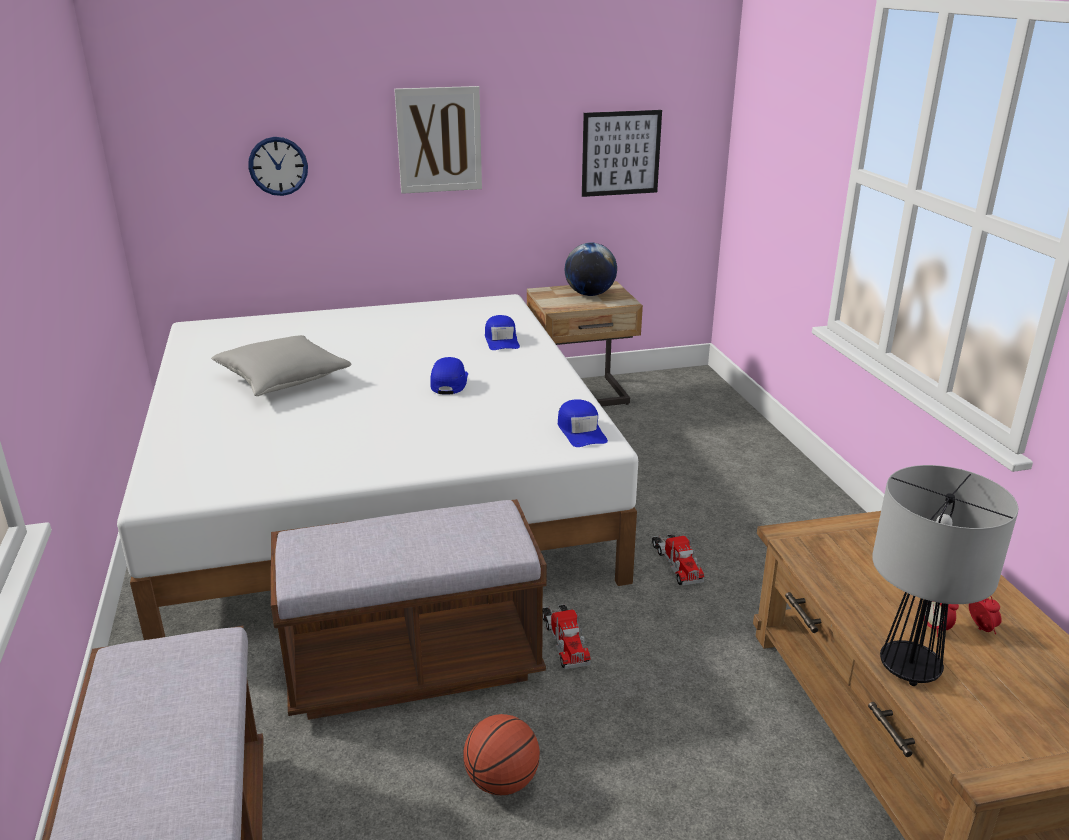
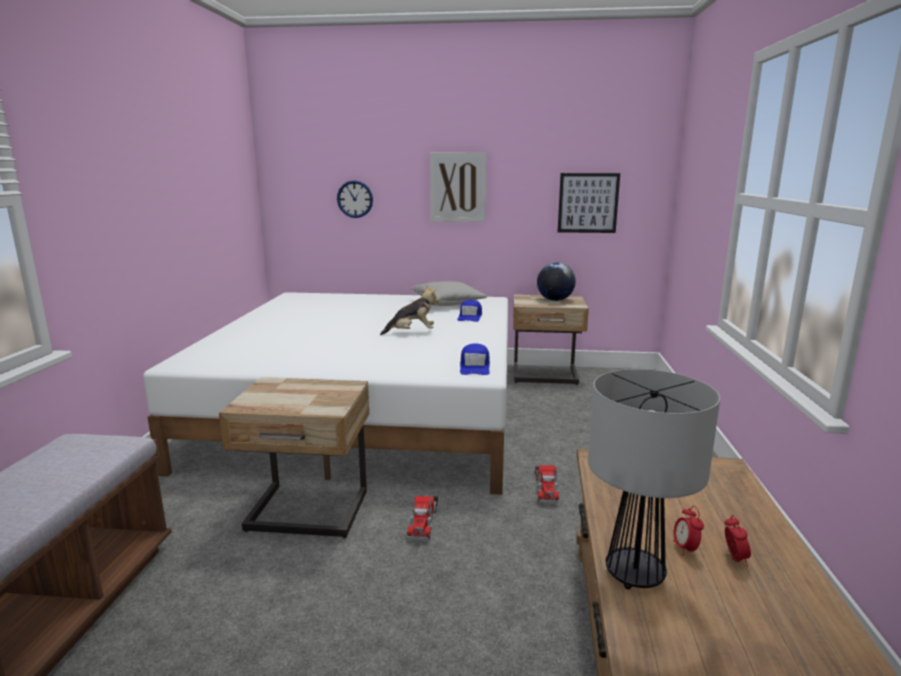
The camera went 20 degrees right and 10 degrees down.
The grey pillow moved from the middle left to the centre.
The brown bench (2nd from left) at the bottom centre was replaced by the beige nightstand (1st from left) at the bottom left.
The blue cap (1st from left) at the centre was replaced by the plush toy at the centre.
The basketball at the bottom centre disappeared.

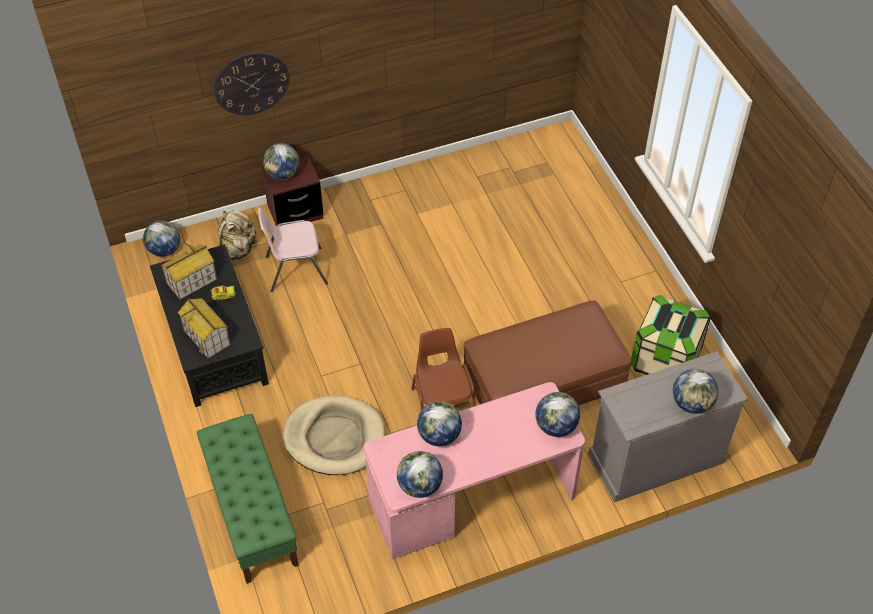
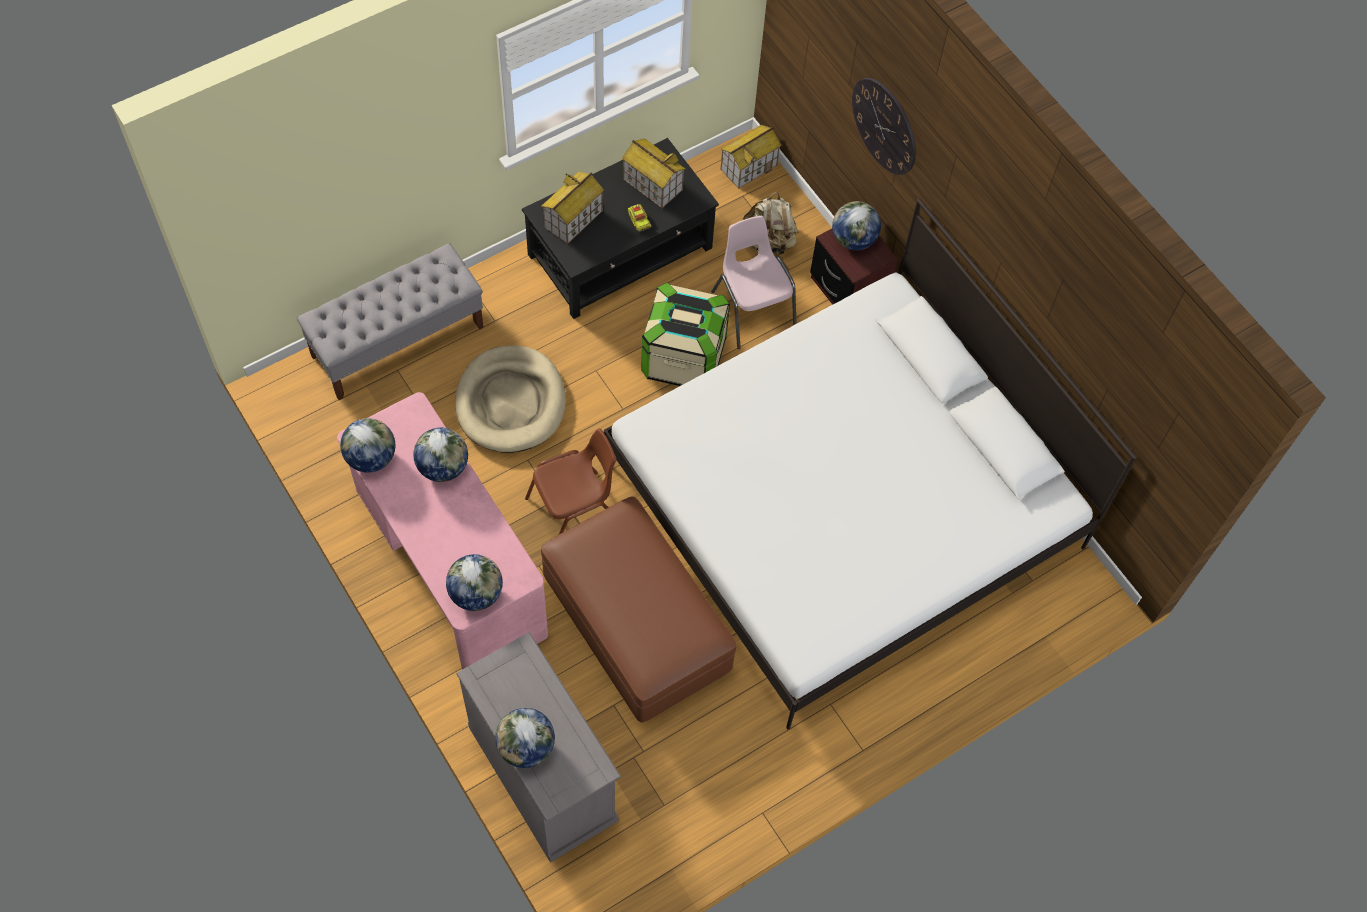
The camera went 75 degrees right and 10 degrees up.
The globe (1st from left) at the middle left was replaced by the toy house (3rd from left) at the top centre.
The green bench at the bottom left became the grey bench at the middle left.
The storage box moved from the middle right to the centre.
The white bed at the centre appeared.

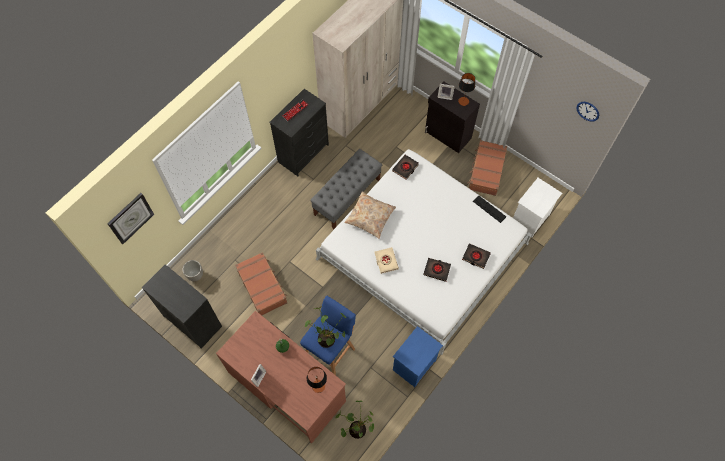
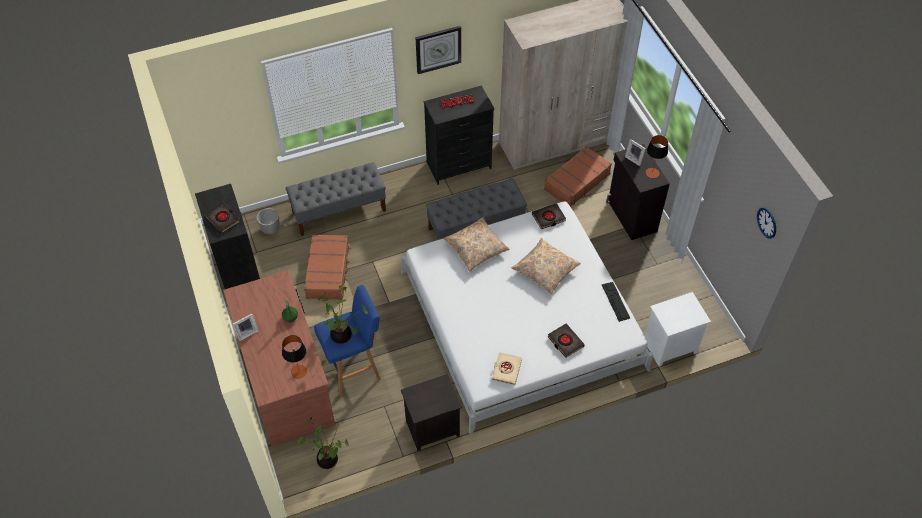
The camera went 30 degrees right and 10 degrees down.
The wall clock (1st from left) moved from the middle left to the top centre.
The beige book moved from the centre to the bottom centre.
The blue nightstand at the bottom centre became the black nightstand at the bottom centre.
The black book (2nd from left in the first image) moved from the centre to the middle left.
The brown suitcase (2nd from left) moved from the middle right to the centre.
The grey bench (1st from left) at the centre appeared.
The beige pillow (2nd from left) at the centre appeared.

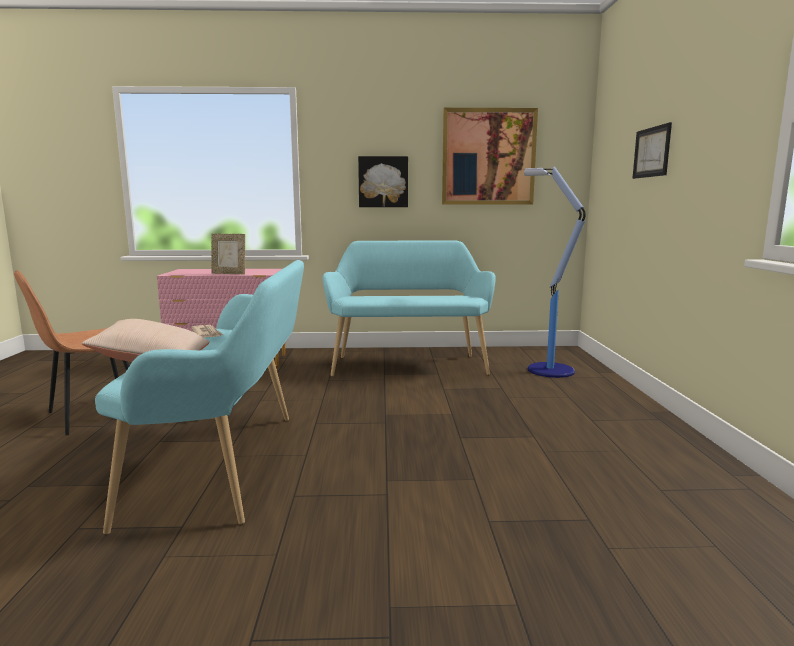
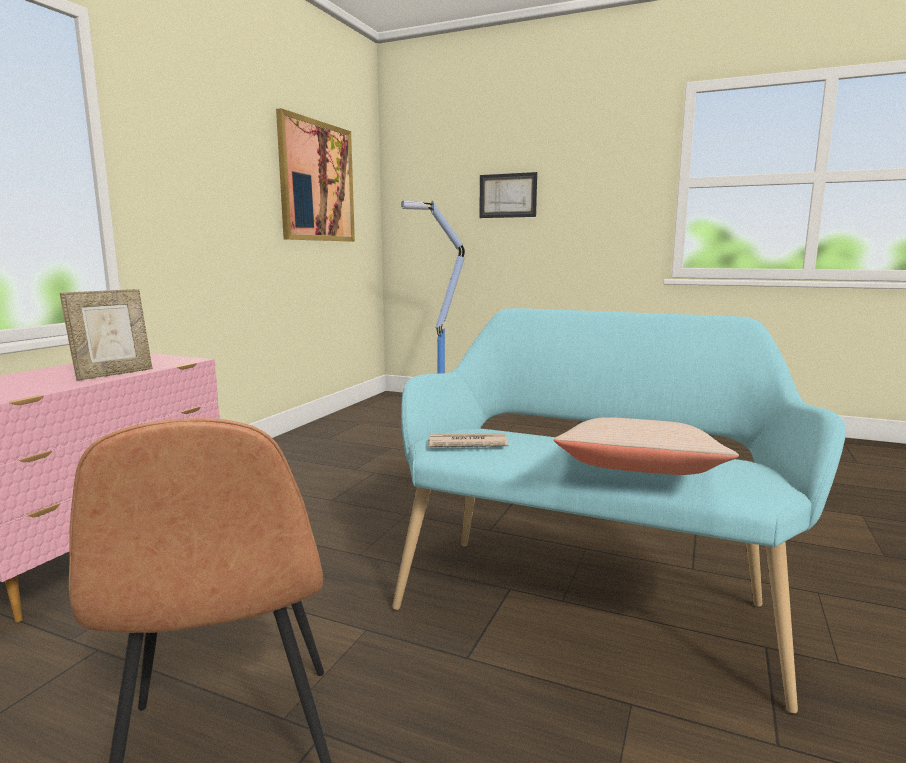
The camera went 65 degrees left and 0 degrees up.
The turquoise bench (2nd from left) at the centre disappeared.
The picture (1st from left) at the top centre disappeared.

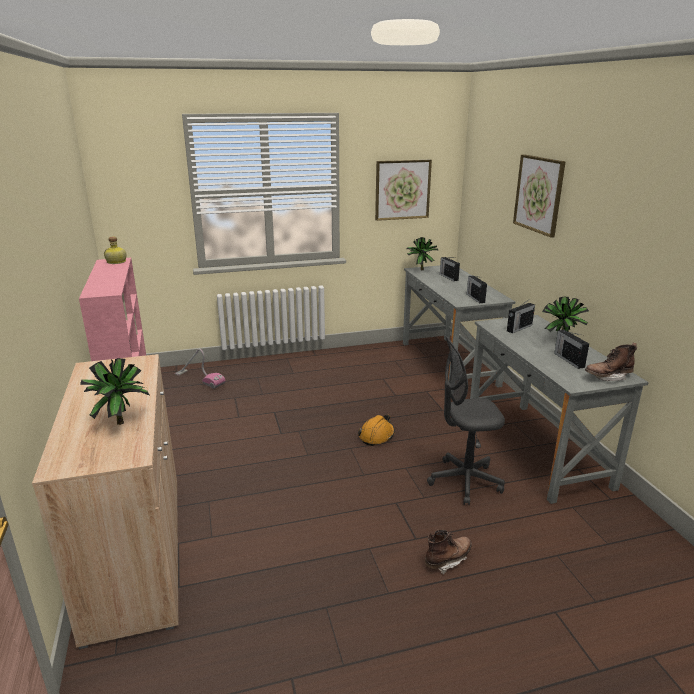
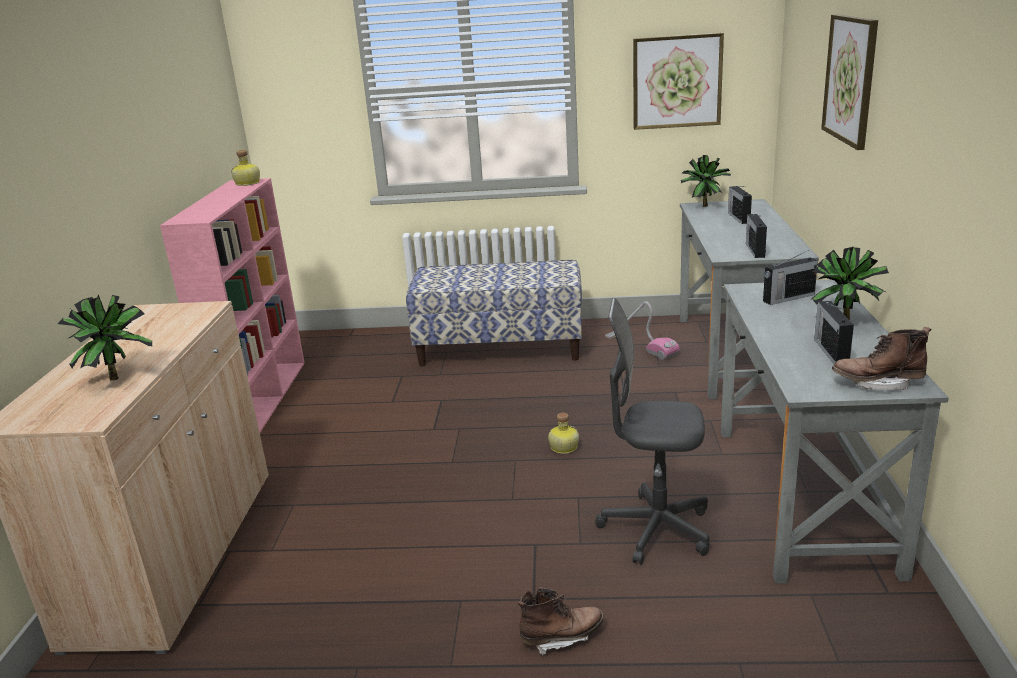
The camera went 20 degrees right and 0 degrees up.
The vacuum cleaner moved from the middle left to the centre.
The orange hard hat at the centre was replaced by the bottle (2nd from left) at the centre.
The bench at the centre appeared.

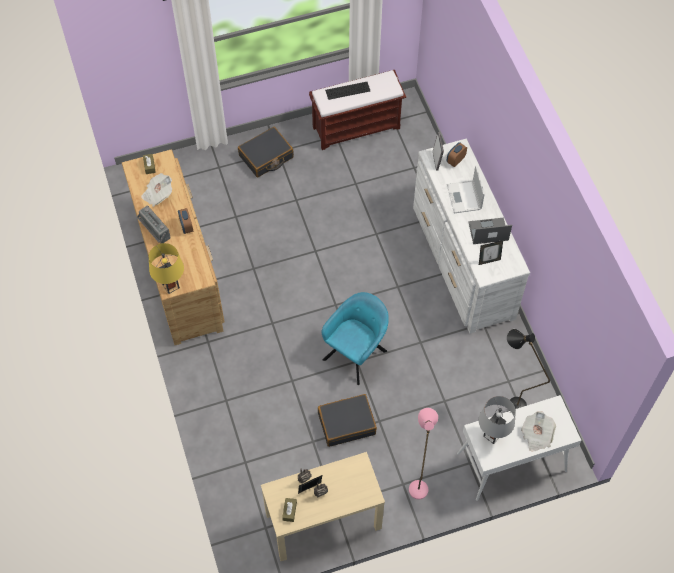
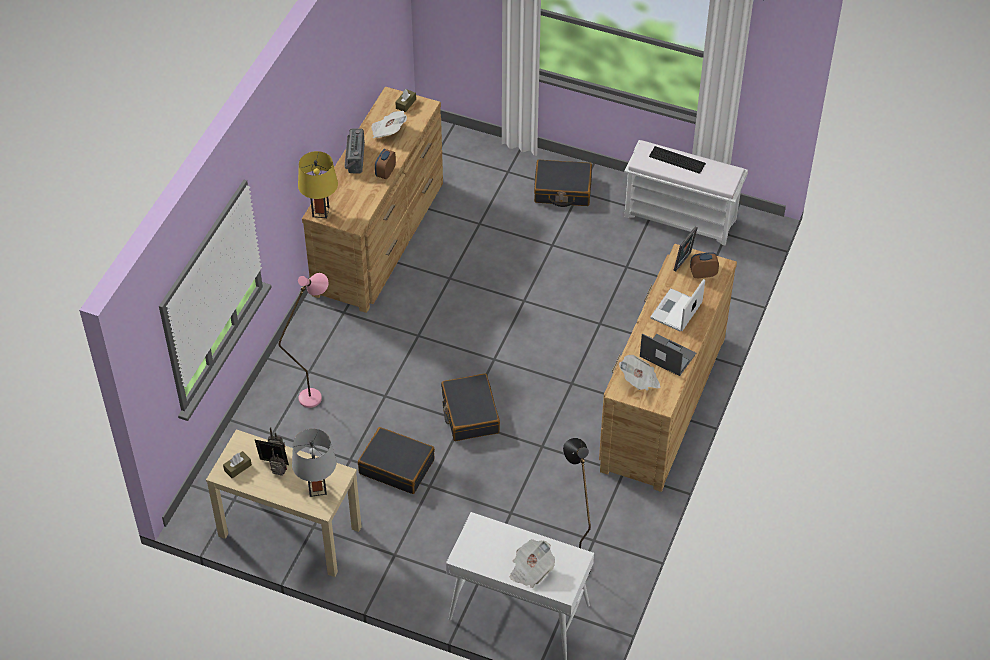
The camera went 40 degrees right and 10 degrees down.
The brown bench at the top centre became the white bench at the top right.
The turquoise armchair at the centre was replaced by the black suitcase (2nd from left) at the centre.
The pink floor lamp moved from the bottom centre to the middle left.
The white dresser at the middle right became the brown dresser (2nd from left) at the middle right.
The picture frame (3rd from left) at the middle right was replaced by the newspaper (3rd from left) at the centre.
The grey table lamp moved from the bottom right to the bottom left.

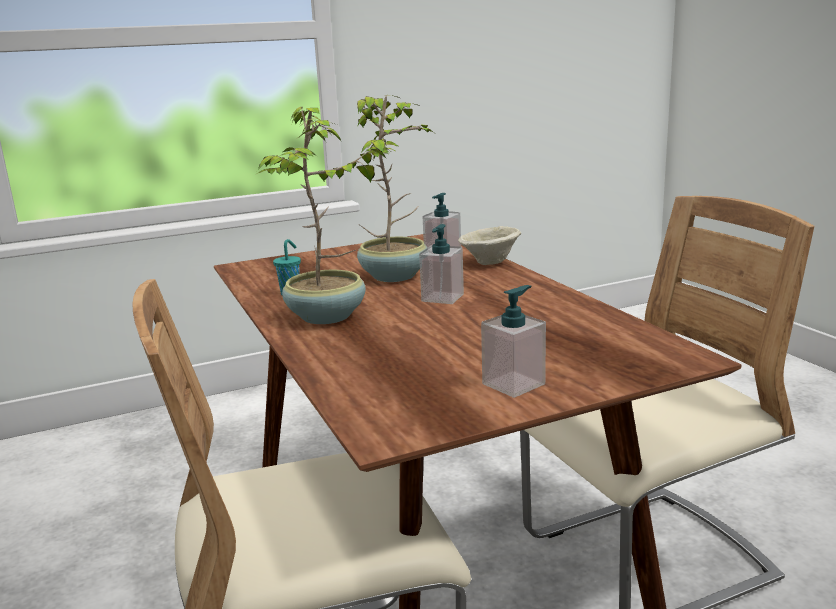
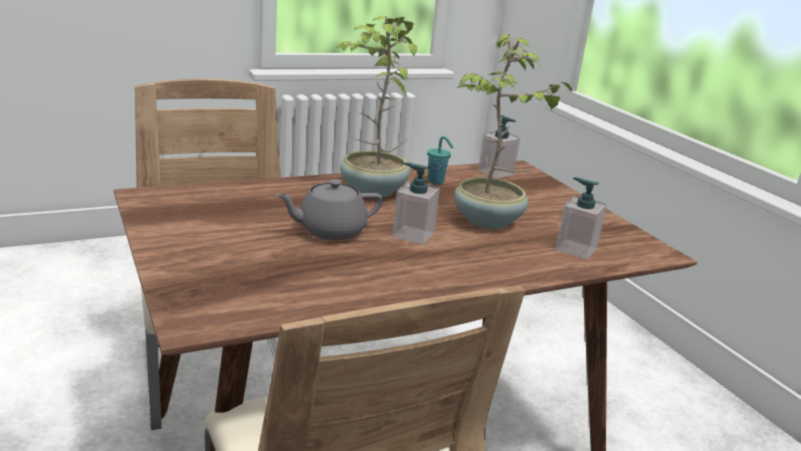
The camera went 85 degrees right and 5 degrees up.
The beige bowl at the centre disappeared.
The soap dispenser (3rd from left in the first image) moved from the centre to the top centre.
The grey teapot at the centre appeared.

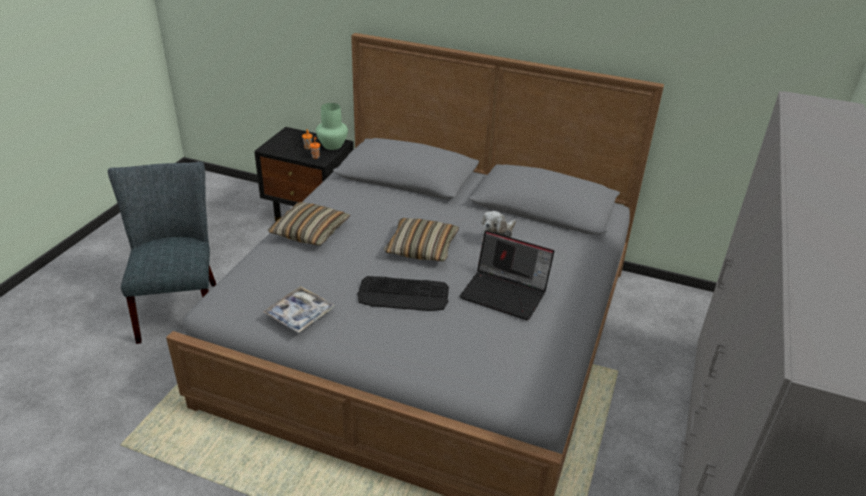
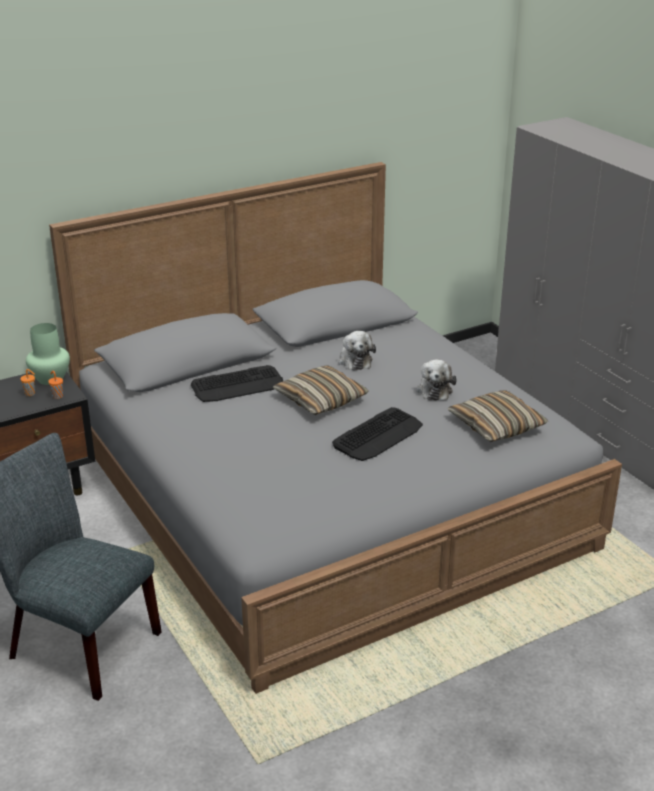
The camera went 50 degrees left and 5 degrees down.
The tray at the centre disappeared.
The pillow (1st from left in the first image) moved from the centre to the middle right.
The laptop at the centre was replaced by the plush toy (2nd from left) at the middle right.
The keyboard (1st from left) at the centre appeared.

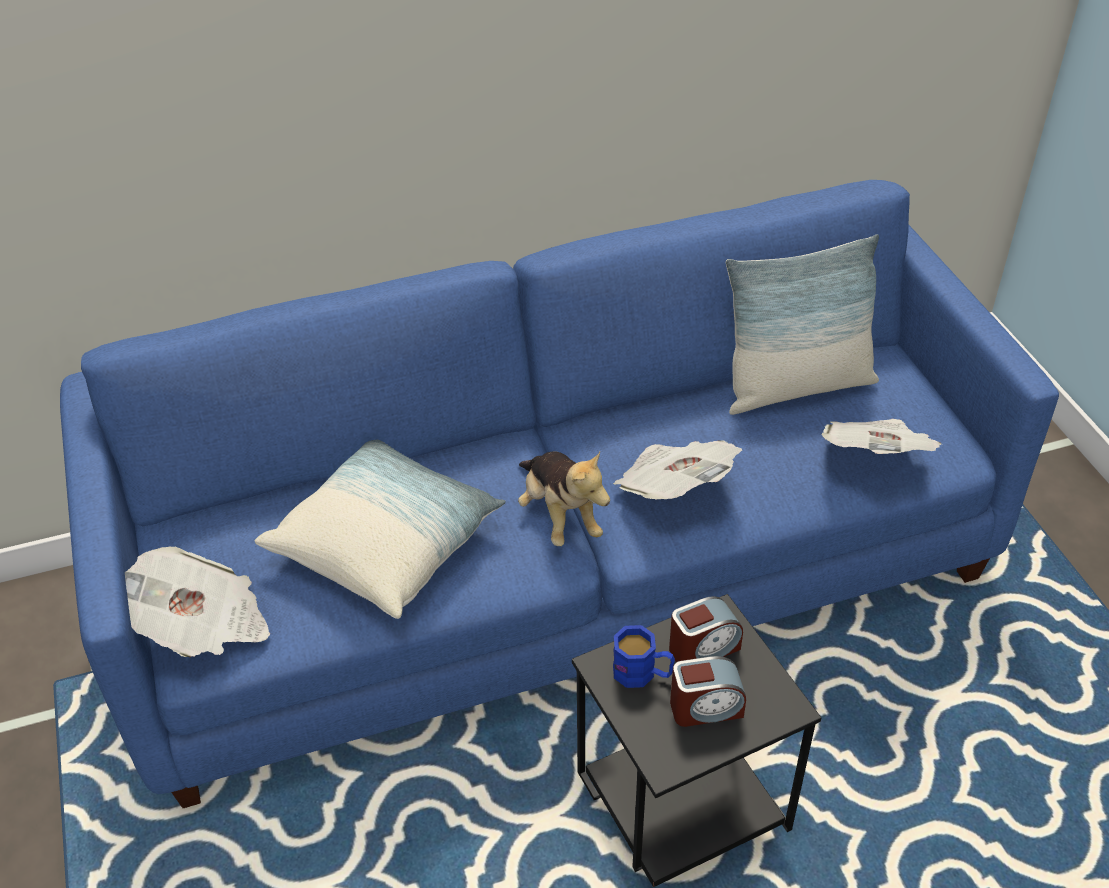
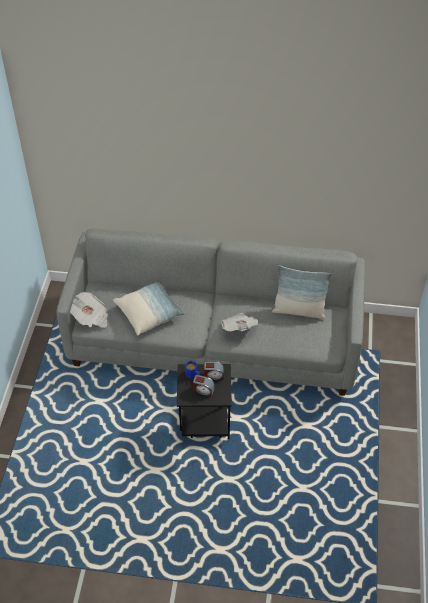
The camera went 25 degrees right and 5 degrees up.
The blue sofa at the centre became the grey sofa at the centre.
The plush toy at the centre disappeared.
The newspaper (3rd from left) at the middle right disappeared.

